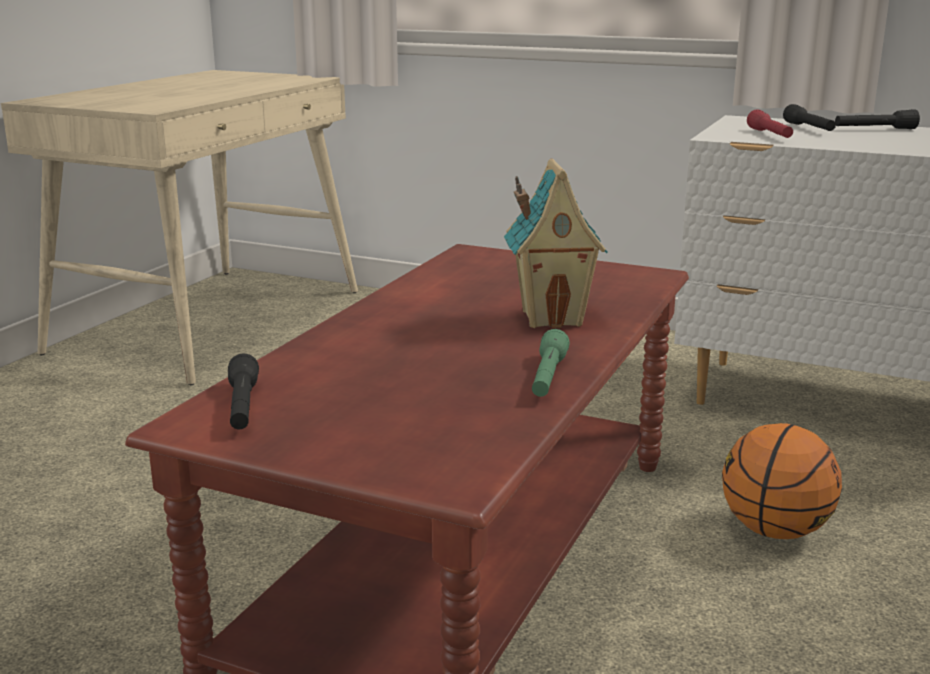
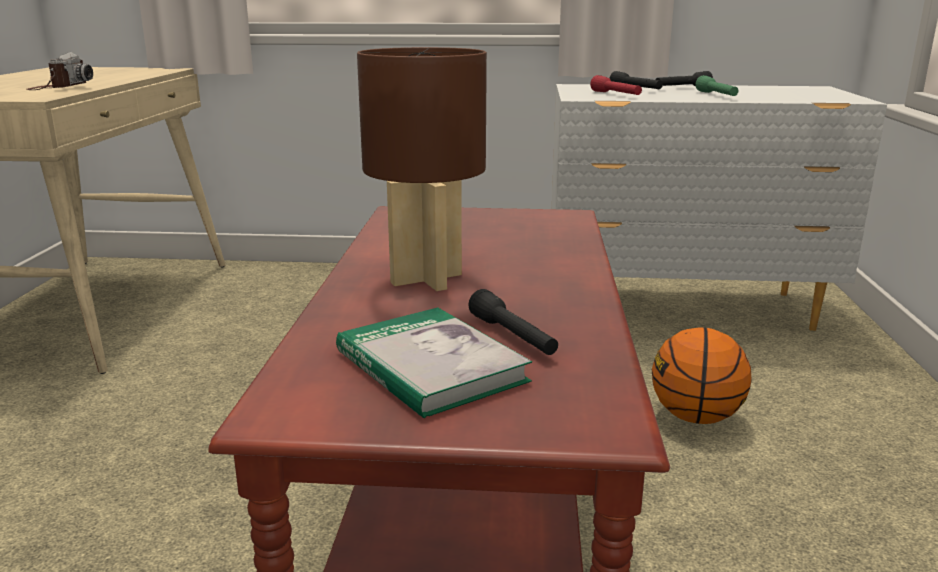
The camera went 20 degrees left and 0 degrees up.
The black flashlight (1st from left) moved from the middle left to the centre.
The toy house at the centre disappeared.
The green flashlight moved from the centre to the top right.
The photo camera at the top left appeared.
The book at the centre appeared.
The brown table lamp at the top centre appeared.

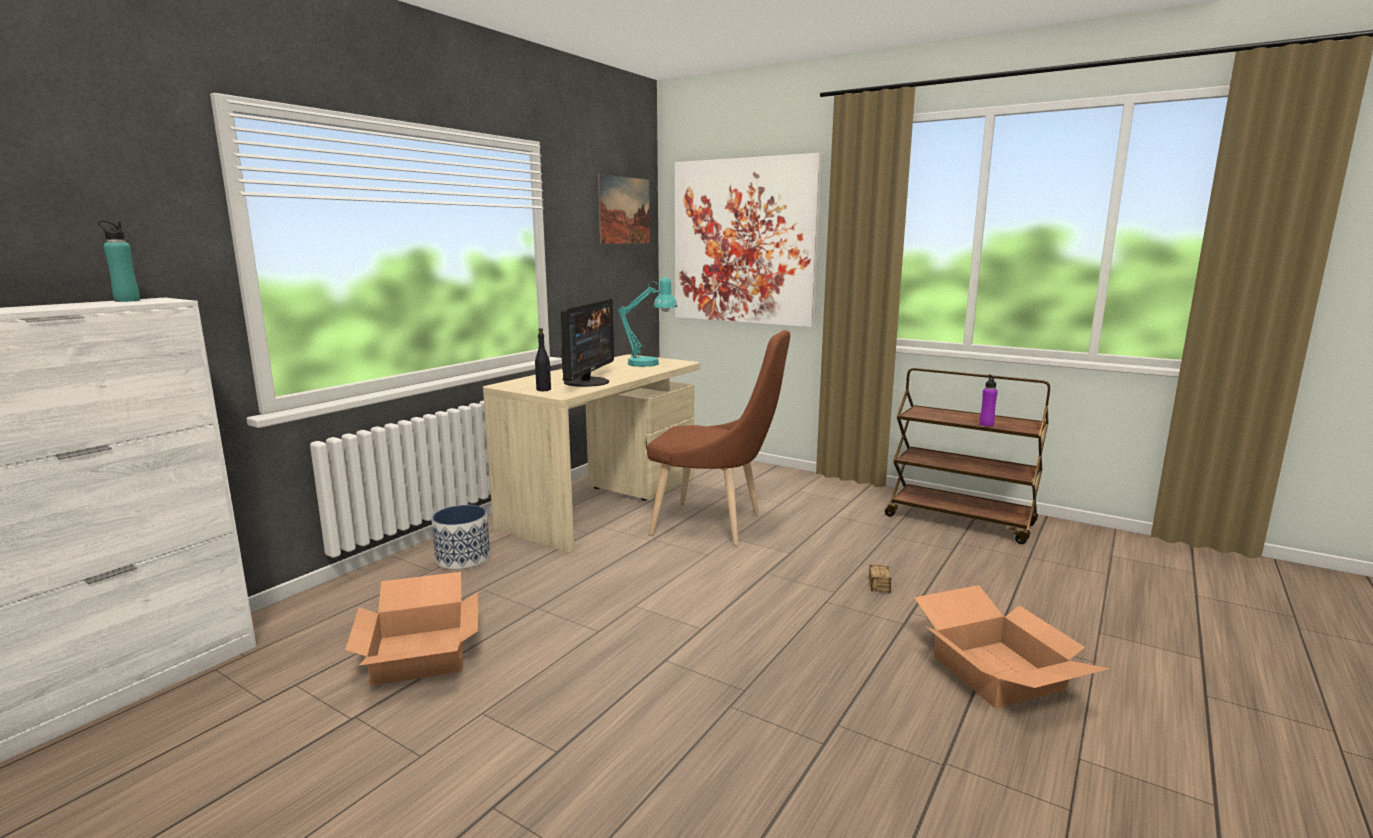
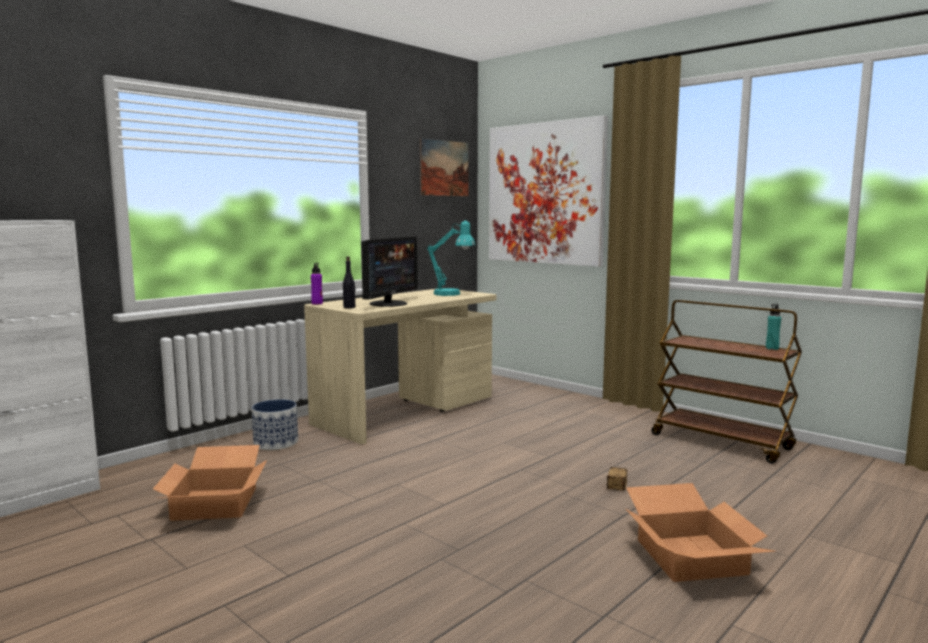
The camera went 10 degrees right and 5 degrees down.
The turquoise bottle moved from the top left to the middle right.
The brown chair at the centre disappeared.
The purple bottle moved from the middle right to the centre.

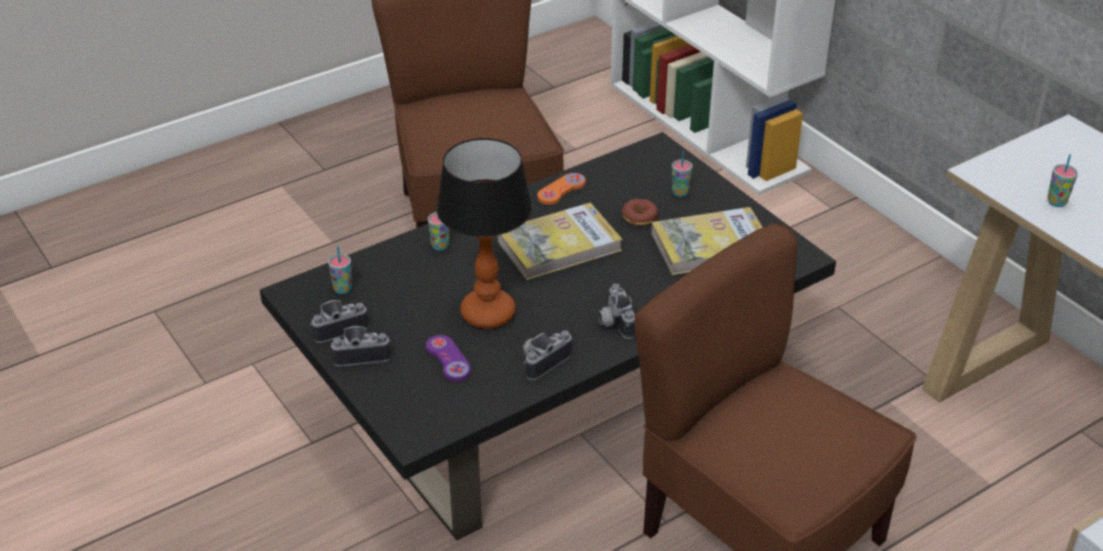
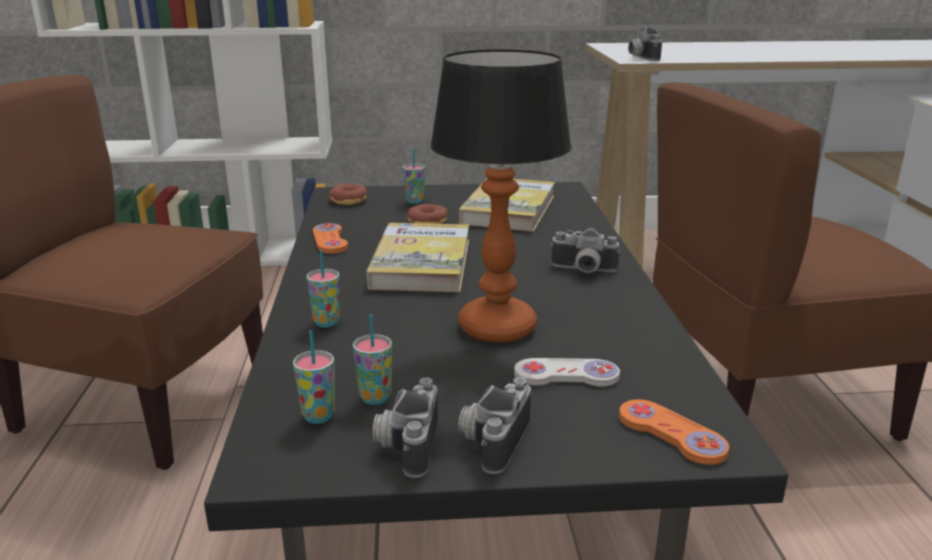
The camera went 60 degrees left and 15 degrees down.
The purple game controller at the centre became the white game controller at the centre.
The photo camera (3rd from left in the first image) moved from the centre to the top right.
The cup (4th from left in the first image) moved from the top right to the centre.
The donut (1st from left) at the centre appeared.
The orange game controller (2nd from left) at the bottom right appeared.

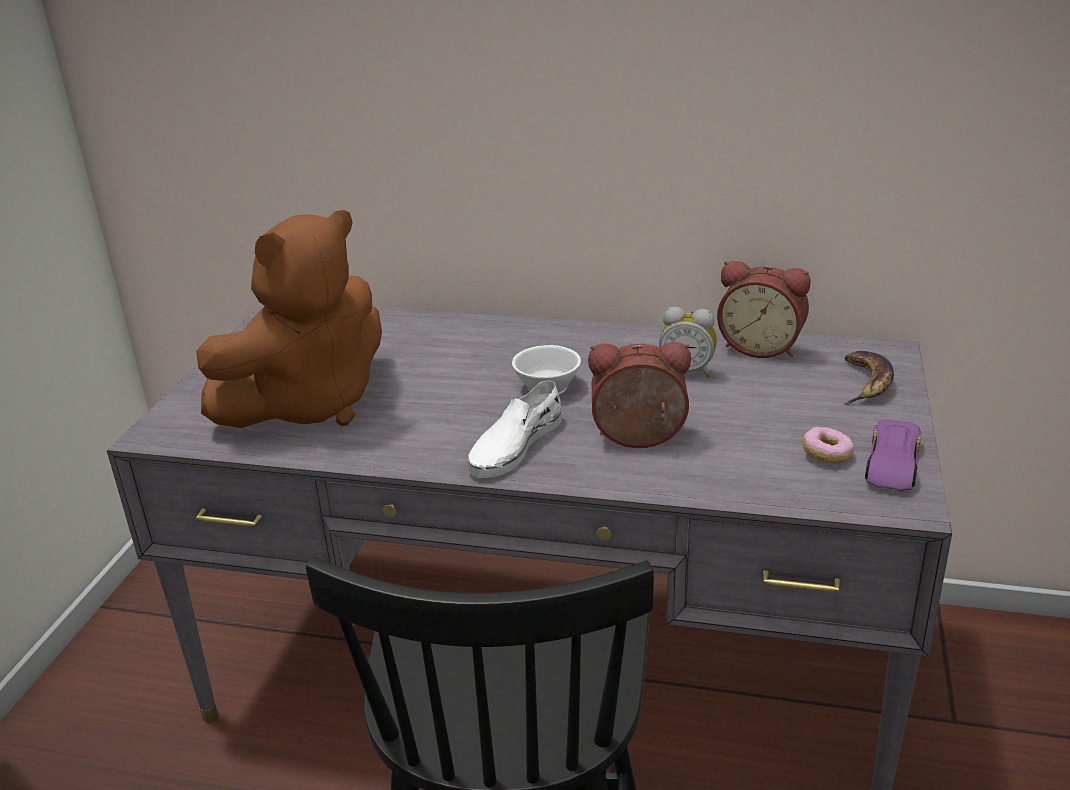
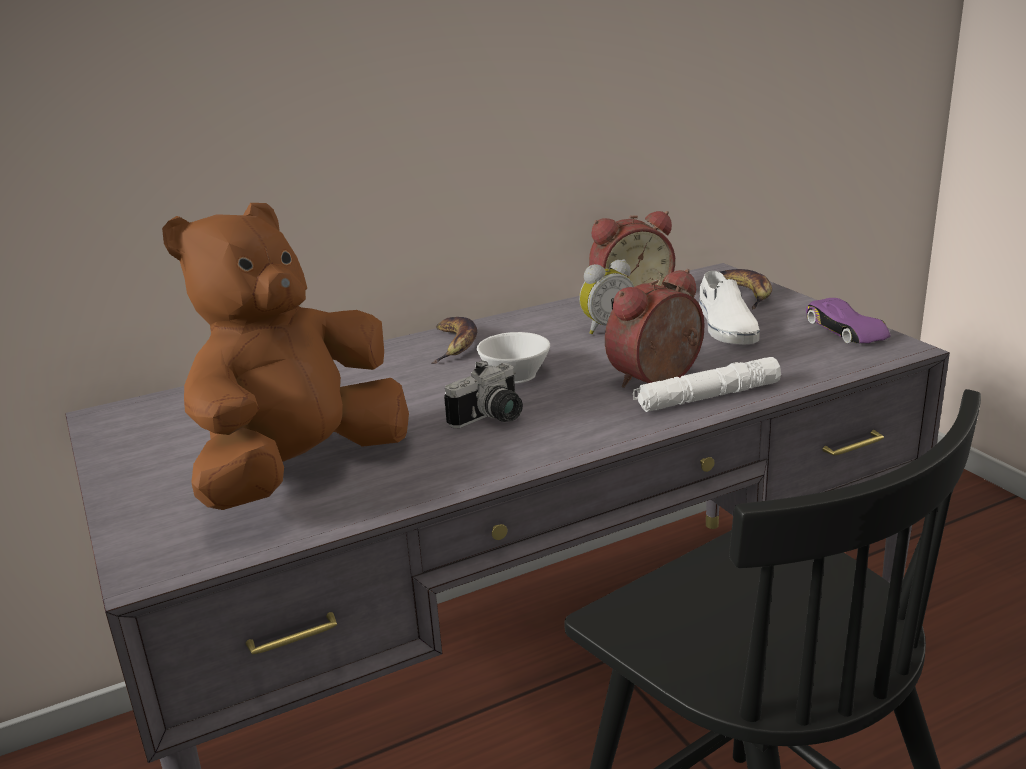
The camera went 40 degrees left and 5 degrees down.
The brown plush toy at the middle left turned 150 degrees counterclockwise.
The white shoe moved from the centre to the middle right.
The donut at the middle right disappeared.
The banana (1st from left) at the centre appeared.
The photo camera at the centre appeared.
The white flashlight at the middle right appeared.

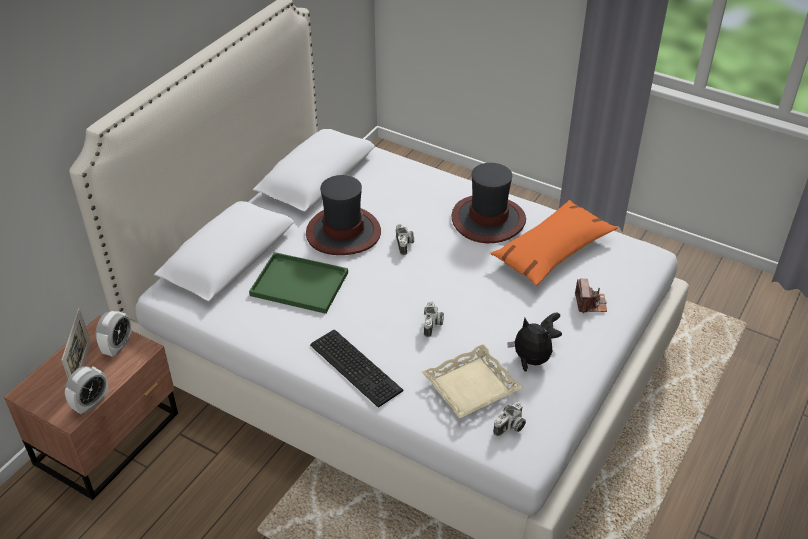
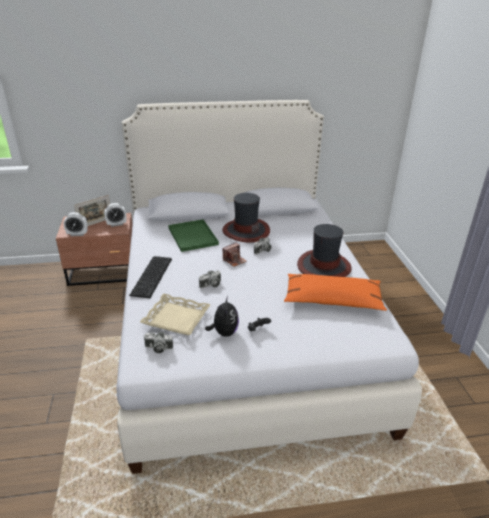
The camera went 50 degrees right and 10 degrees down.
The photo camera (4th from left in the first image) moved from the middle right to the centre.

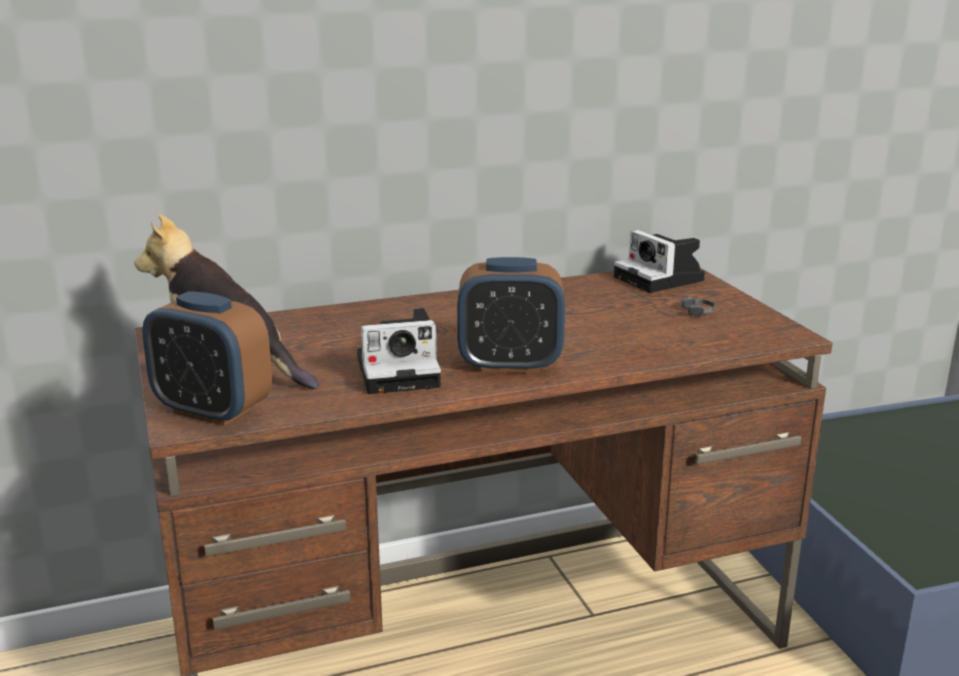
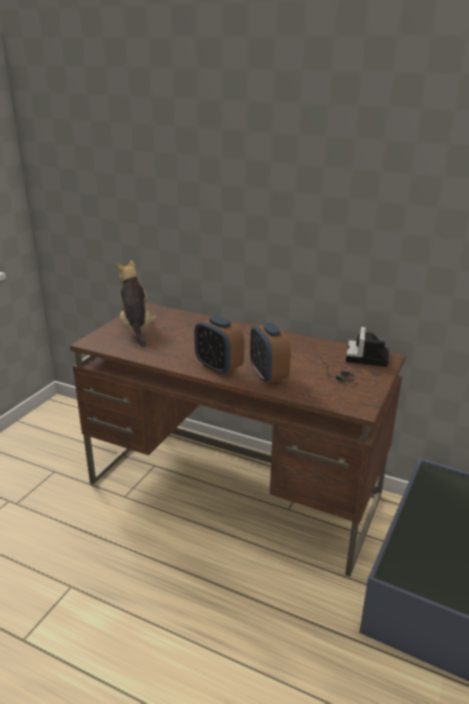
The camera went 45 degrees right and 5 degrees up.
The alarm clock (1st from left in the first image) moved from the middle left to the centre.
The photo camera (1st from left) at the centre disappeared.

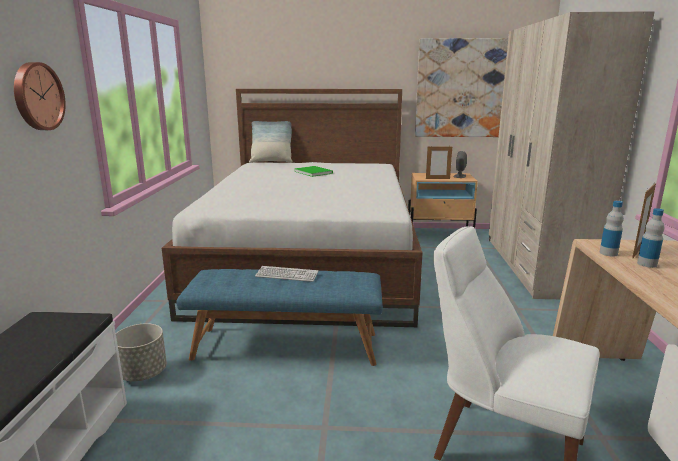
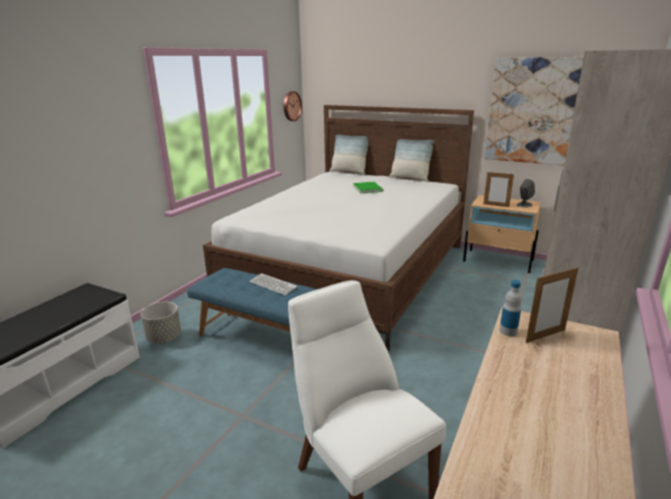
The camera went 25 degrees right and 5 degrees up.
The wall clock moved from the top left to the top centre.
The bottle (2nd from left) at the middle right disappeared.
The pillow (2nd from left) at the top centre appeared.

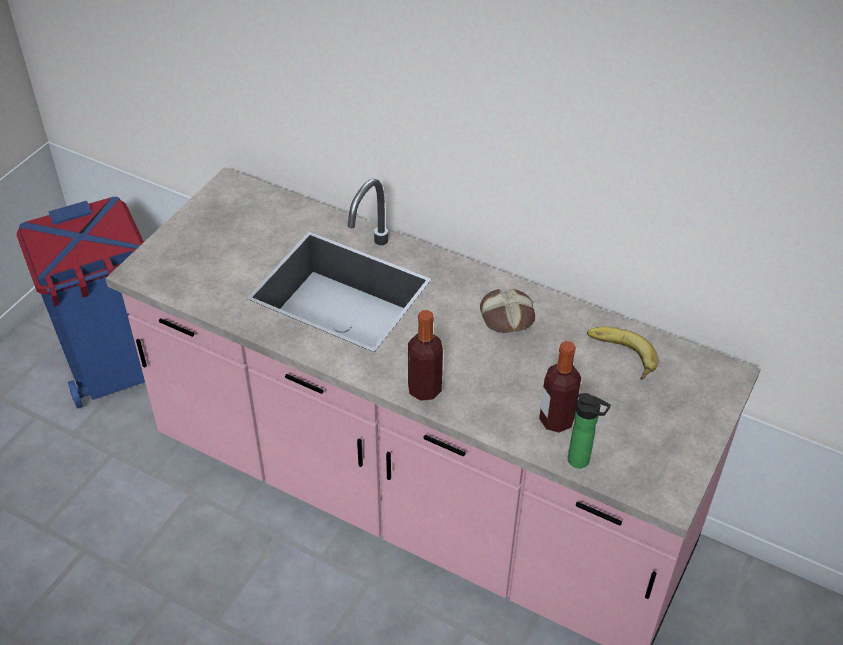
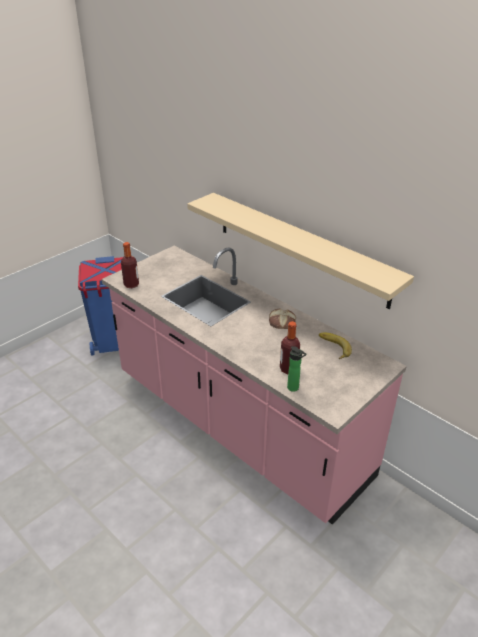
The camera went 15 degrees right and 10 degrees down.
The bottle (1st from left) moved from the centre to the middle left.
The beige shelf at the centre appeared.

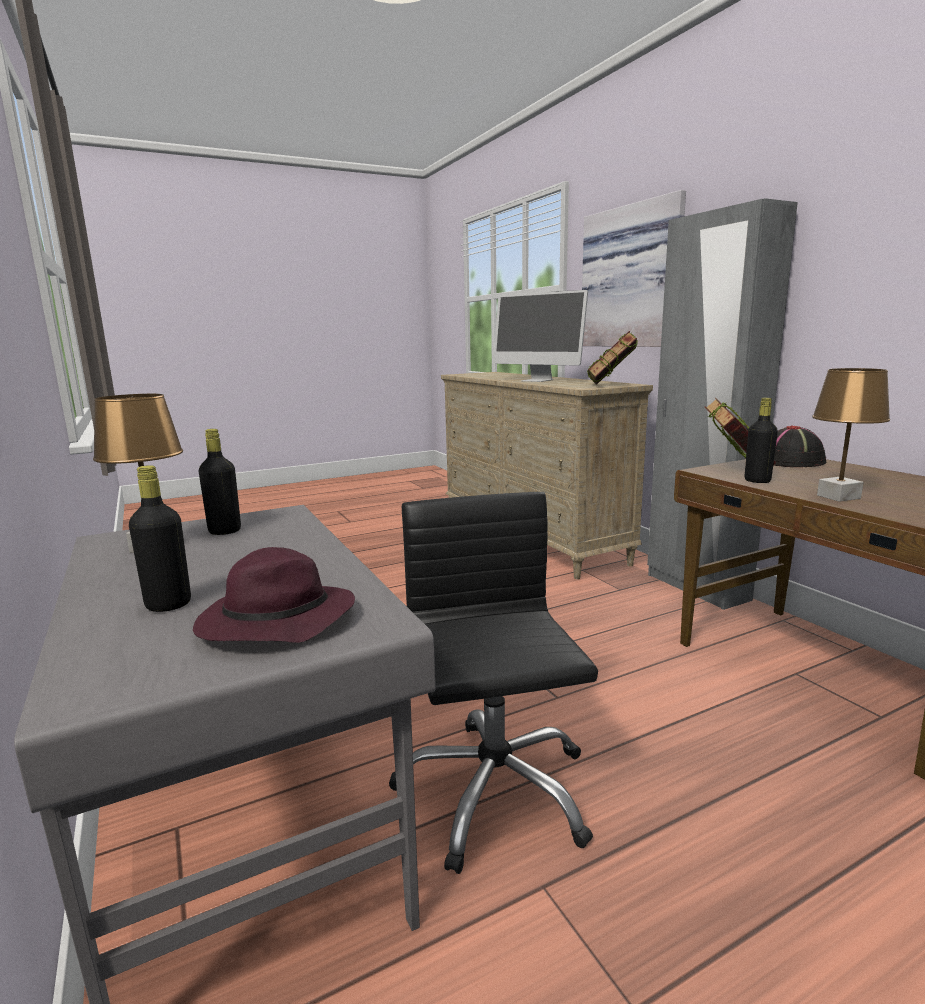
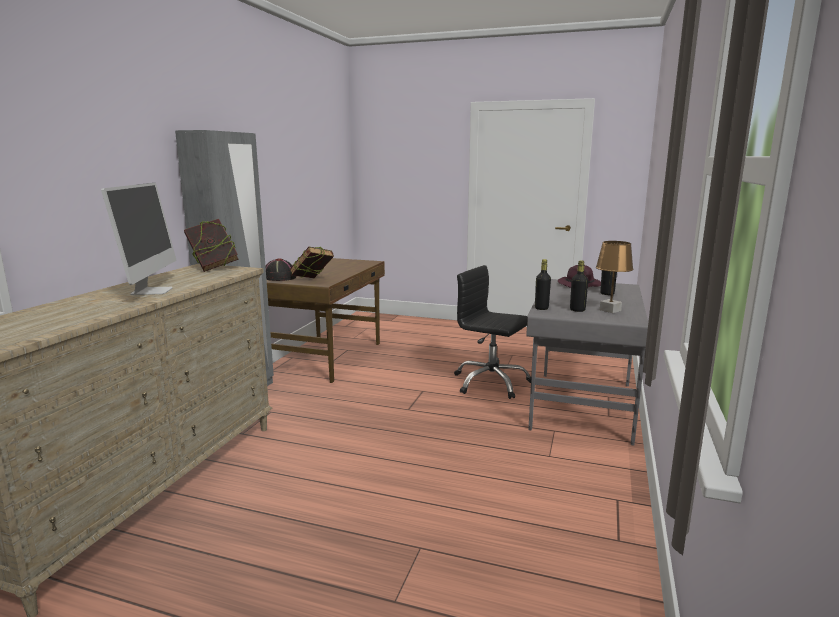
The camera went 135 degrees left and 0 degrees up.
The black office chair at the bottom centre turned 90 degrees clockwise.
The picture at the top right disappeared.
The black bottle (3rd from left in the first image) moved from the middle right to the centre.
The brown table lamp (2nd from left) at the middle right disappeared.

